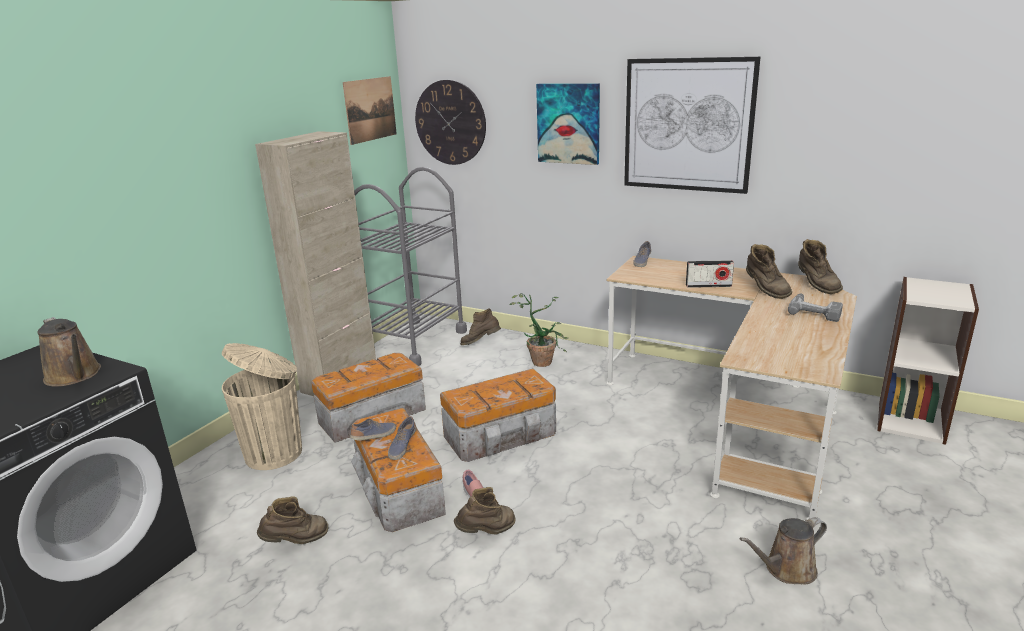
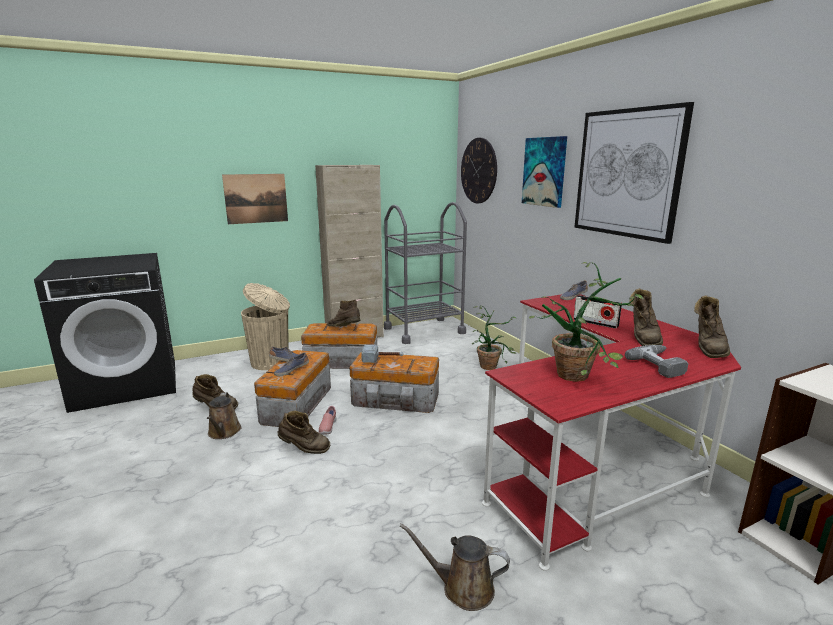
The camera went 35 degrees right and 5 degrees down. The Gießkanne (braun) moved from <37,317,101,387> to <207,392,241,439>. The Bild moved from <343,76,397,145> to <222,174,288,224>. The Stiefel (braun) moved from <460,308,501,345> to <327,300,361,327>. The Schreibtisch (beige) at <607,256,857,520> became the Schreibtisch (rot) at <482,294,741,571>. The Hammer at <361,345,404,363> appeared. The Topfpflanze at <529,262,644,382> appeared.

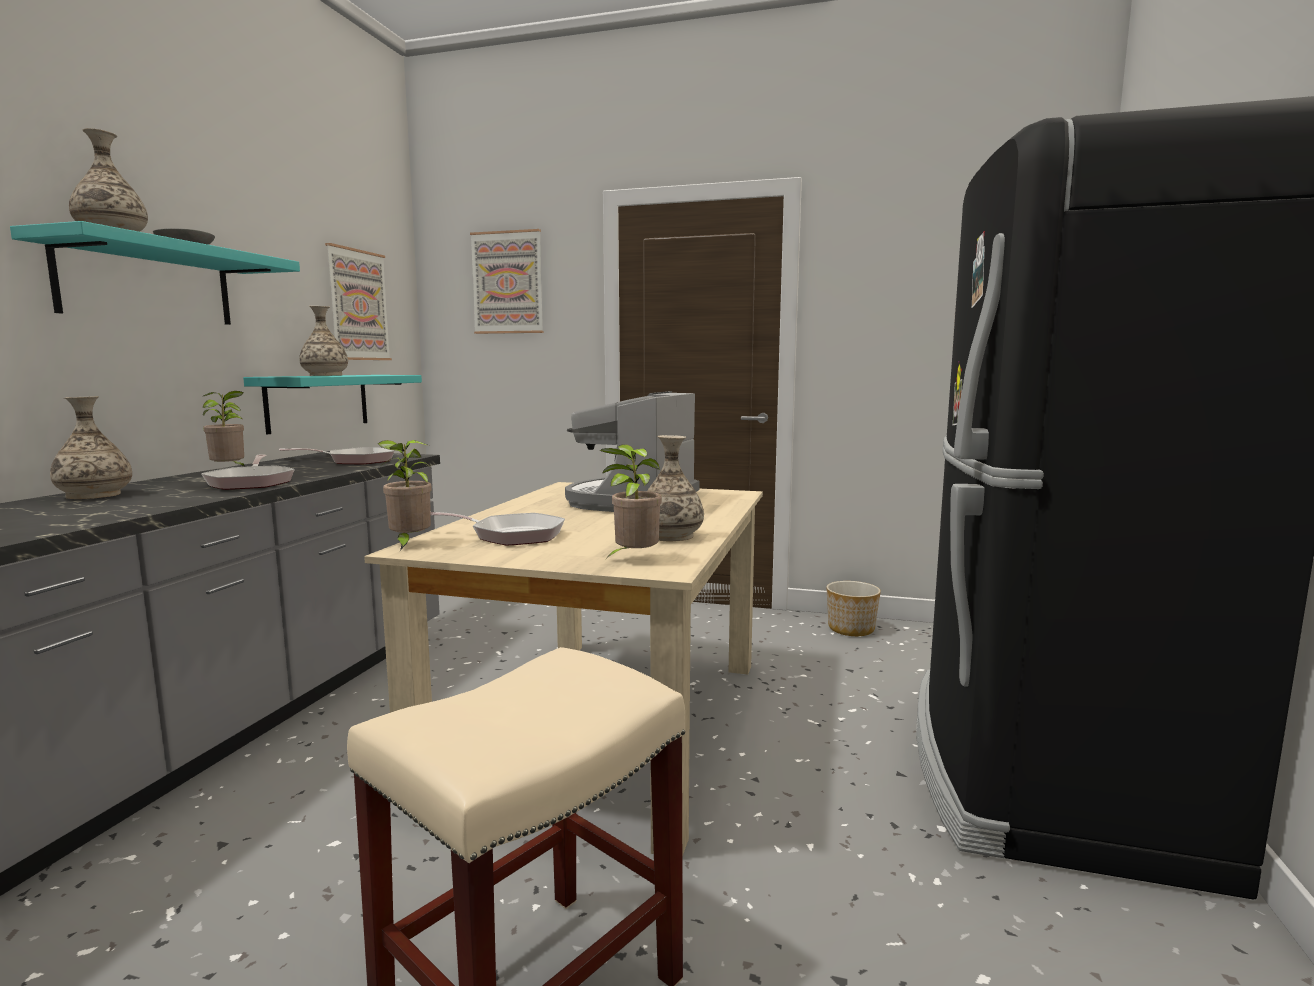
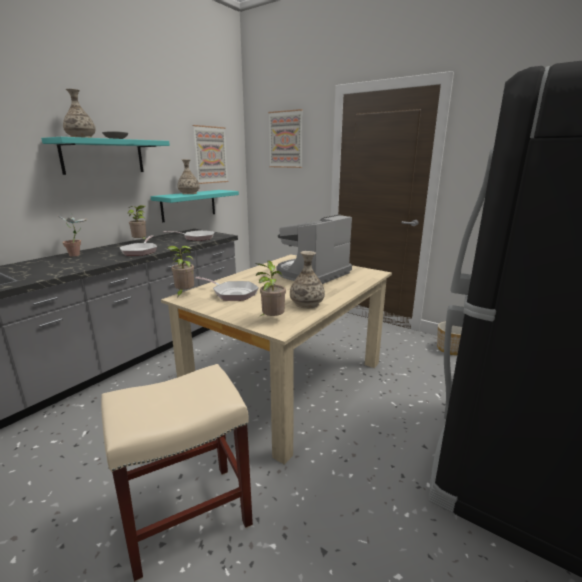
The camera went 20 degrees right and 10 degrees up. The Vase at <50,396,132,499> was replaced by the Topfpflanze at <58,213,86,257>.

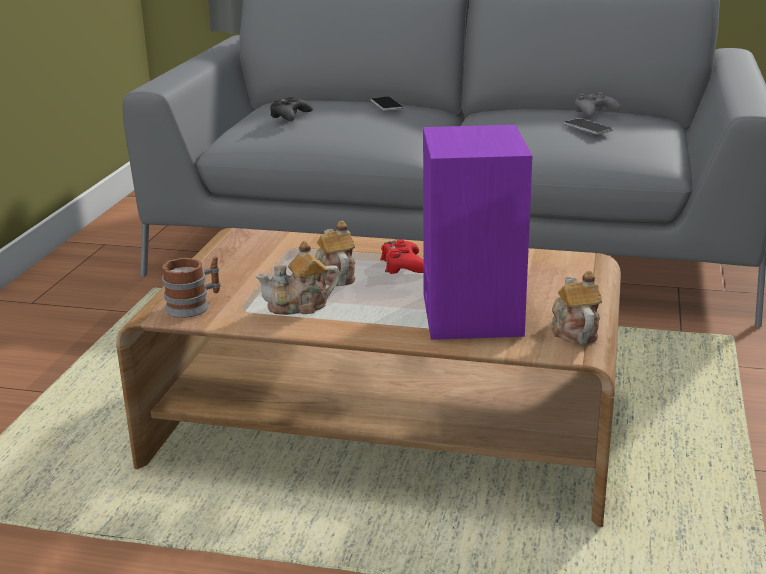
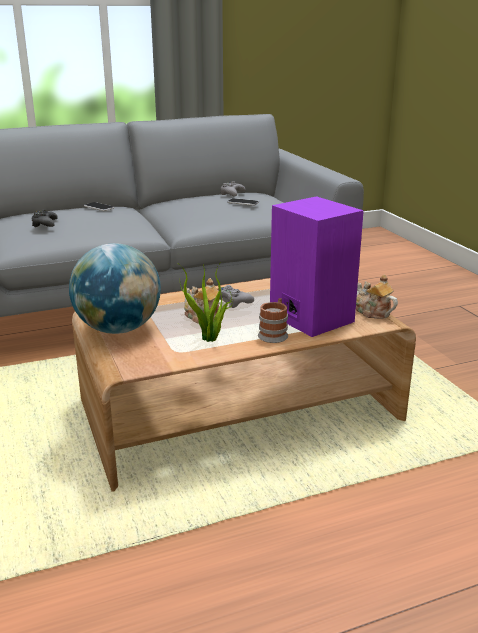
The camera went 35 degrees left and 0 degrees up. The Henkelbecher moved from <162,257,221,318> to <258,298,288,343>. The Teekanne at <255,241,340,315> was replaced by the Topfpflanze at <179,263,233,342>. The Gamepad (rot) at <380,239,423,274> became the Gamepad (grau) at <218,285,254,308>. The Globus at <69,243,161,334> appeared.

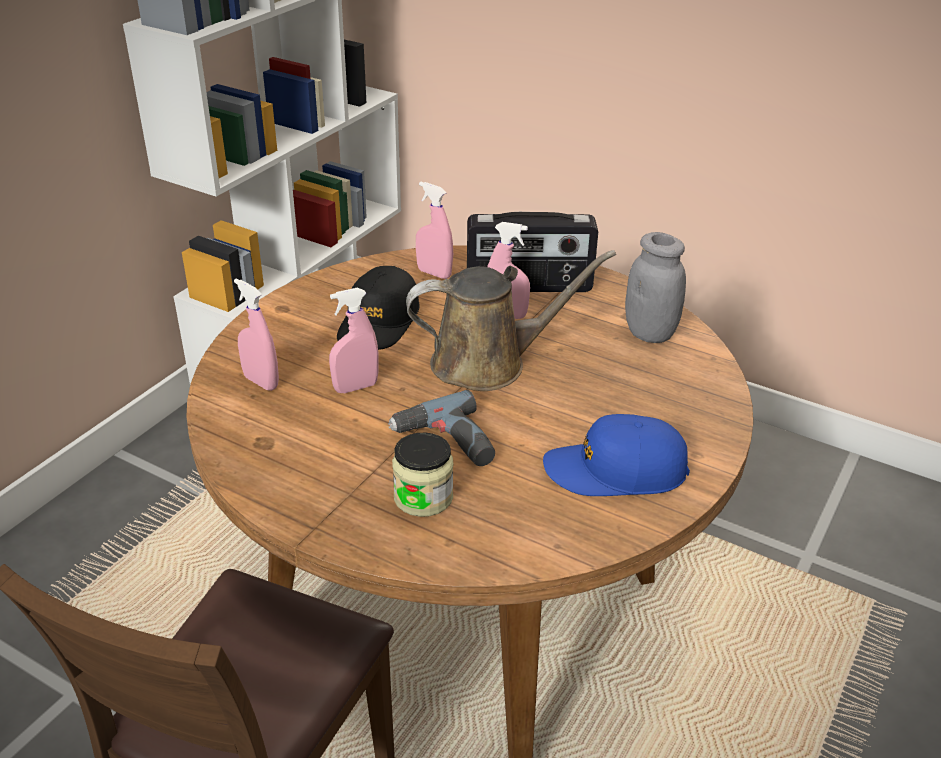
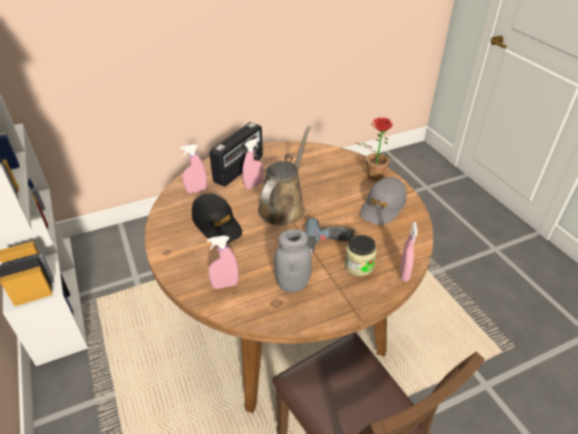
The camera went 55 degrees left and 5 degrees up. The Sprühflasche (rosa) moved from <329,288,378,393> to <400,222,418,282>. The Kappe (blau) at <543,414,690,496> became the Kappe (grau) at <360,177,407,225>. The Vorratsglas (grau) moved from <625,232,686,343> to <274,229,312,293>. The Topfpflanze at <356,118,398,180> appeared.

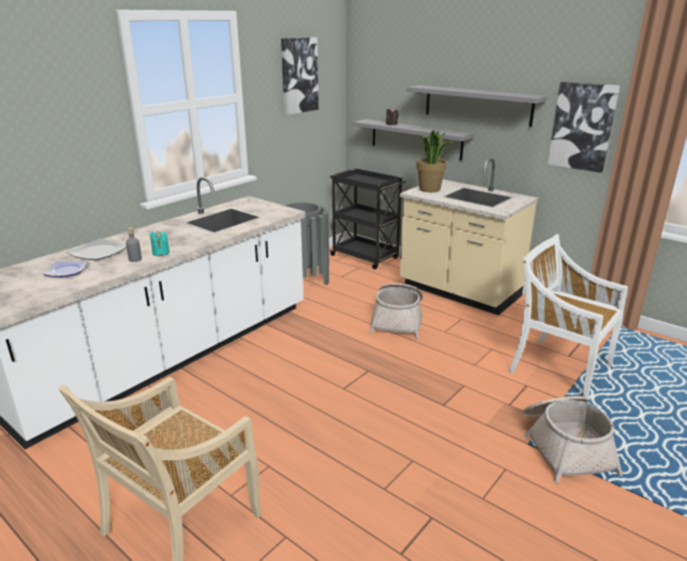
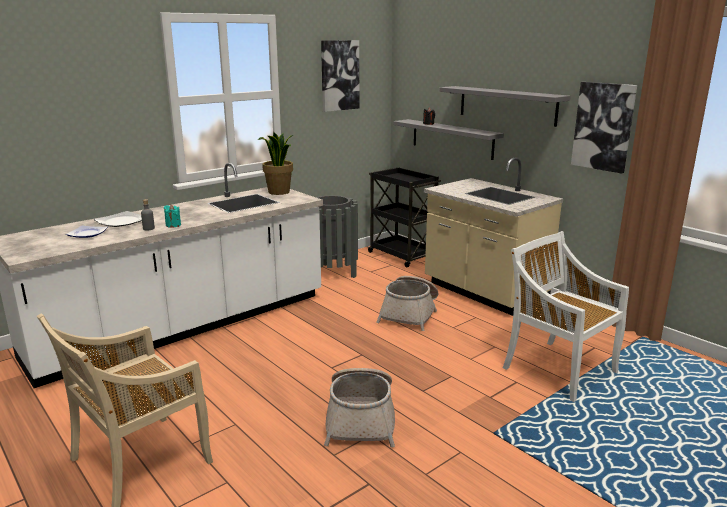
The camera went 10 degrees right and 5 degrees down. The Topfpflanze moved from <416,130,452,192> to <258,132,293,195>. The Korb moved from <523,396,623,484> to <324,368,395,448>.

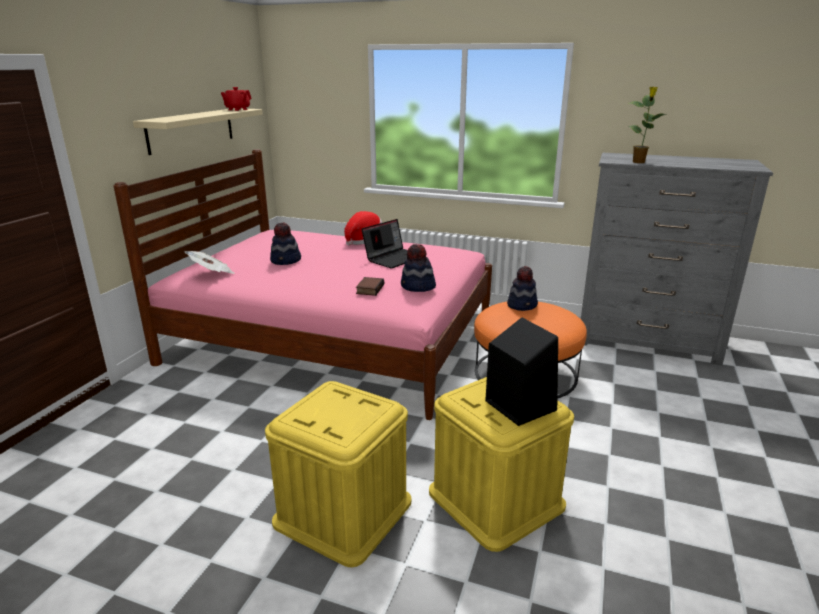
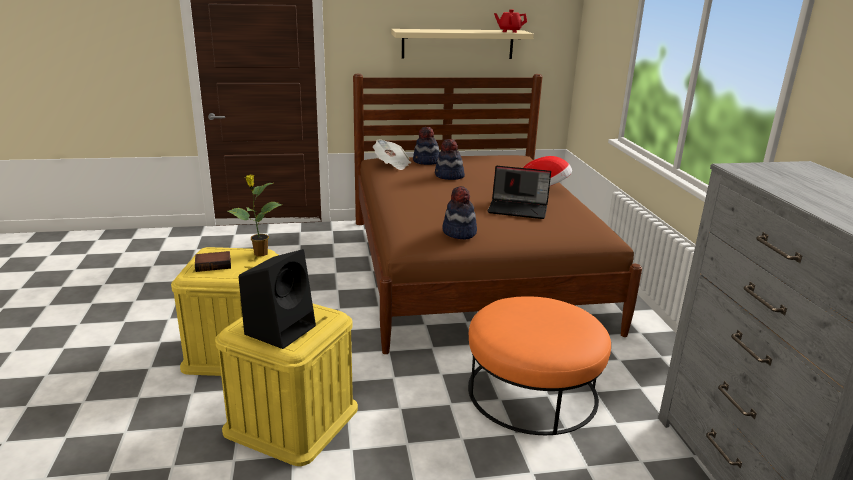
The camera went 60 degrees right and 0 degrees up. The Bett (rosa) at <114,149,492,420> became the Bett (braun) at <353,74,642,354>. The Buch moved from <356,277,384,296> to <195,251,231,272>. The Hut moved from <507,266,538,311> to <413,127,440,165>. The Topfpflanze moved from <628,87,666,163> to <227,174,282,257>.

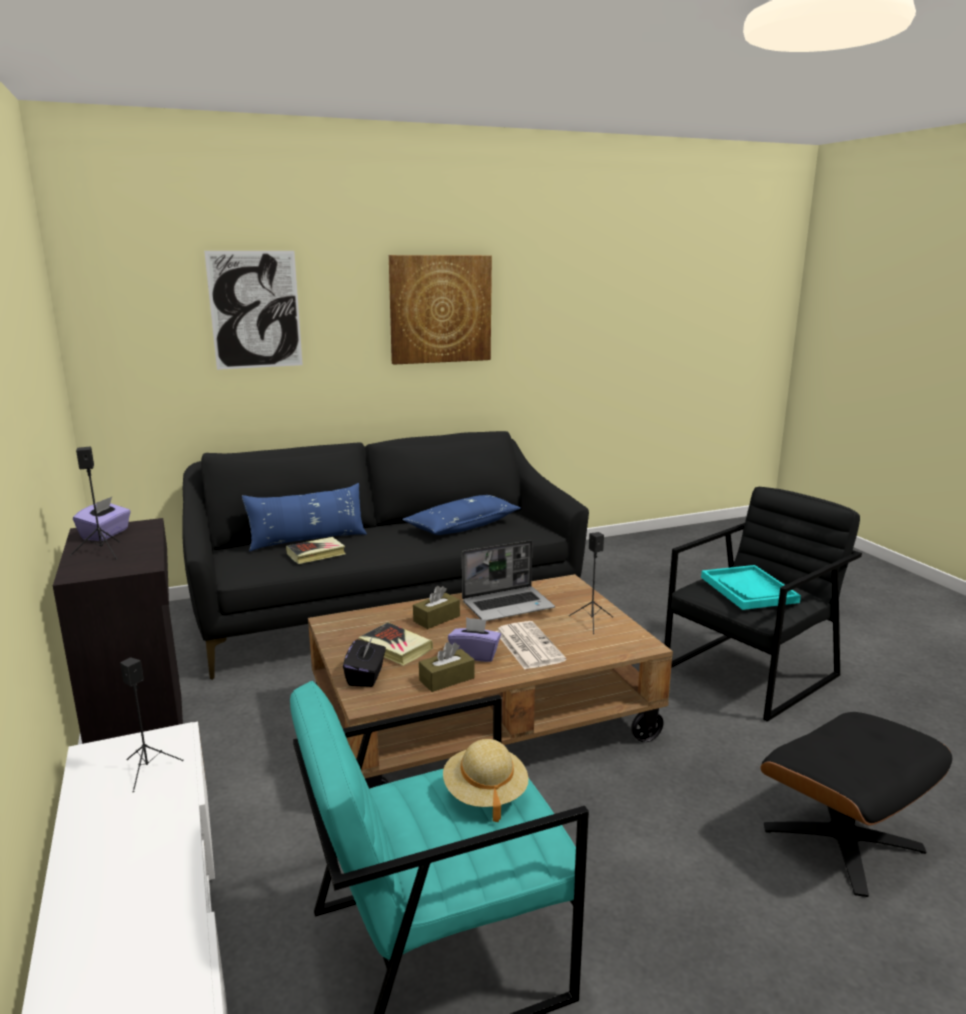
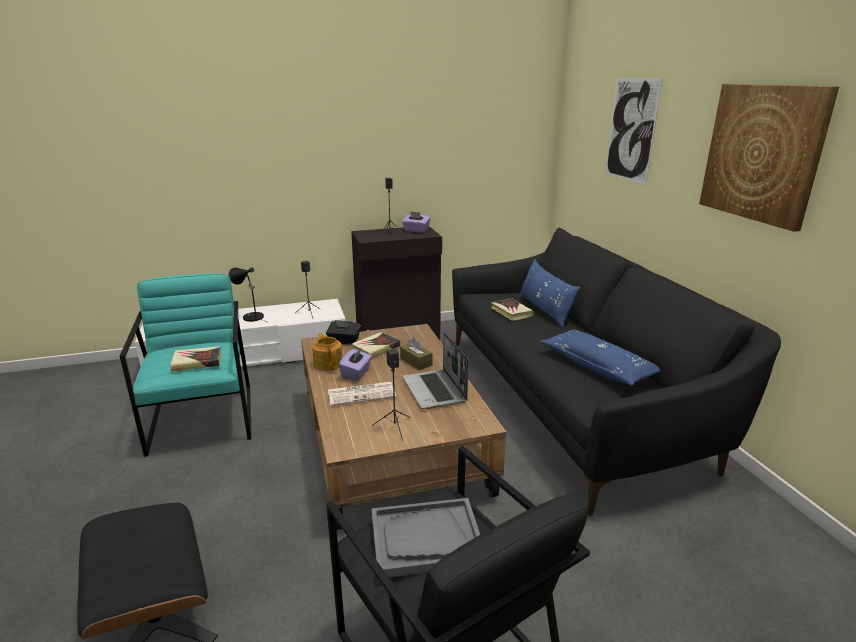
The camera went 95 degrees right and 5 degrees up. The Taschentuchbox (braun) at <419,642,475,692> was replaced by the Teekanne at <312,333,342,371>. The Hut (beige) at <443,739,529,822> was replaced by the Buch at <170,346,221,372>. The Tablett (türkis) at <701,565,801,610> became the Tablett (grau) at <372,498,480,577>. The Tischlampe (schwarz) at <229,267,267,322> appeared.

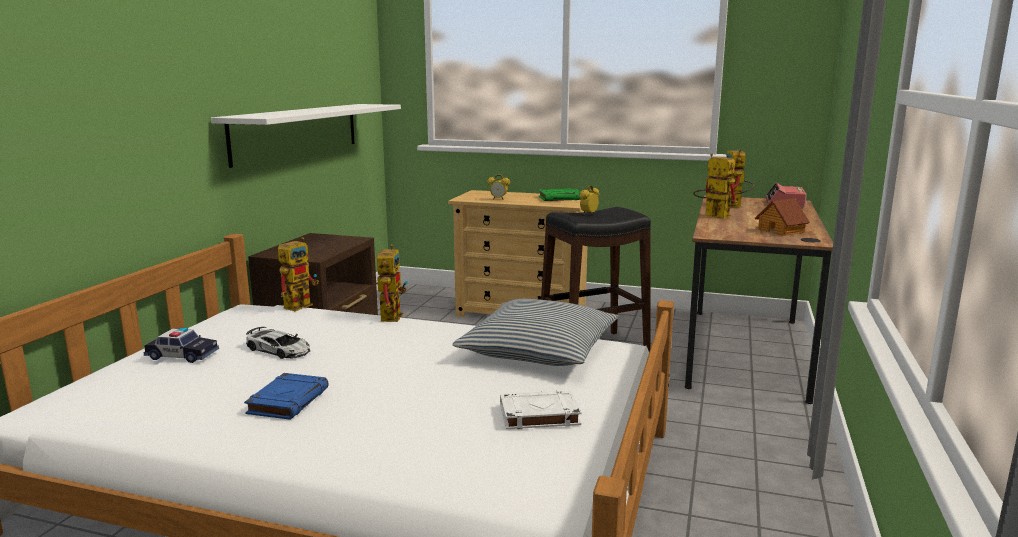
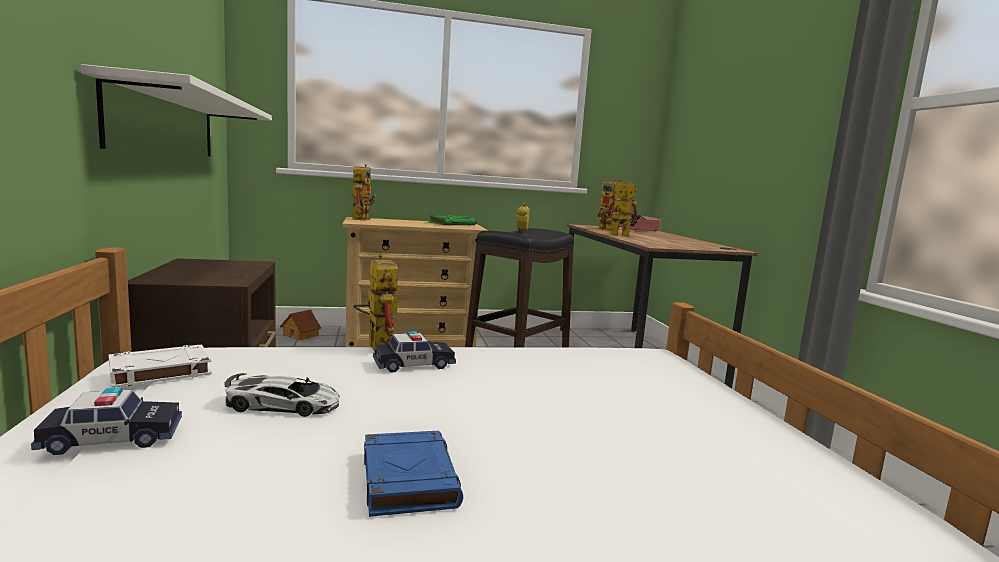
The camera went 30 degrees left and 5 degrees down. The Spielzeugroboter moved from <278,237,319,311> to <352,164,376,220>. The Kissen at <452,299,618,366> disappeared. The Wecker at <487,175,510,200> disappeared. The Buch (weiß) moved from <500,390,582,429> to <108,344,212,388>. The Spielzeughaus moved from <755,198,810,236> to <280,310,321,341>. The Spielzeugauto at <373,331,456,373> appeared.

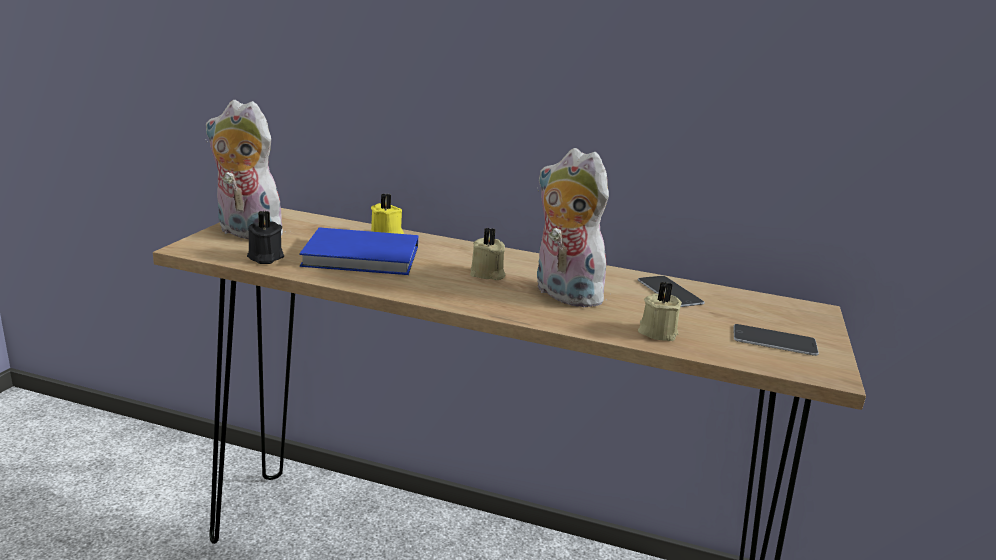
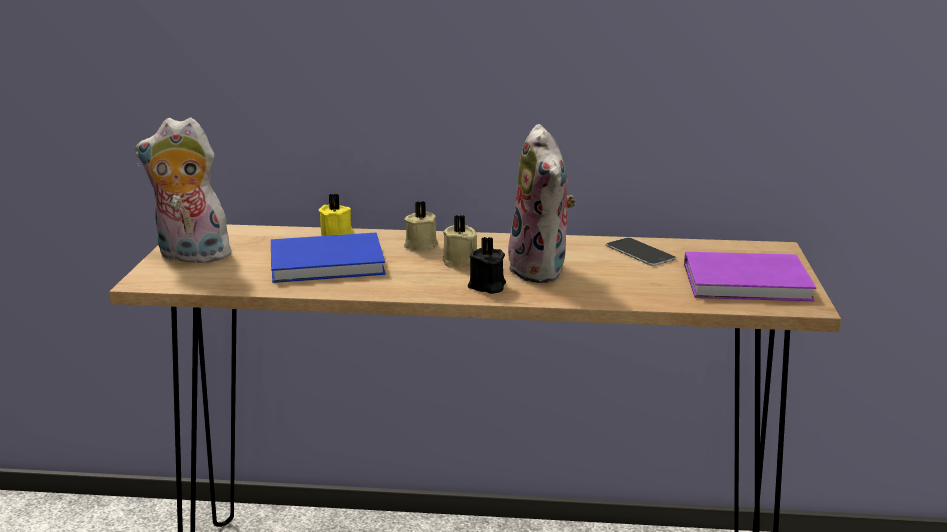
The camera went 10 degrees left and 0 degrees up. The Kerze (schwarz) moved from <247,211,284,264> to <468,237,506,294>. The Plüschtier at <537,148,609,307> turned 135 degrees counterclockwise. The Kerze (beige) moved from <638,282,682,341> to <404,201,438,251>. The Handy at <734,324,819,356> was replaced by the Buch (lila) at <684,252,816,301>.

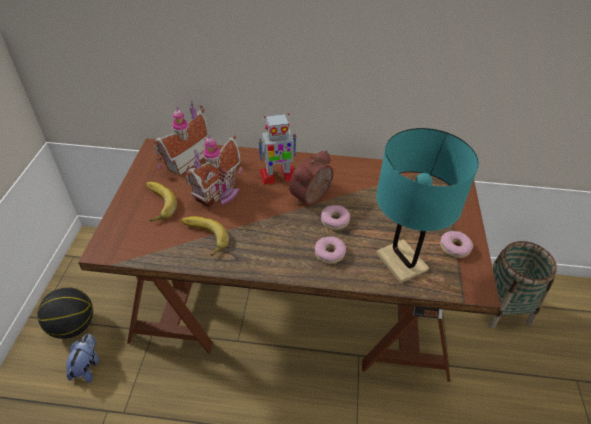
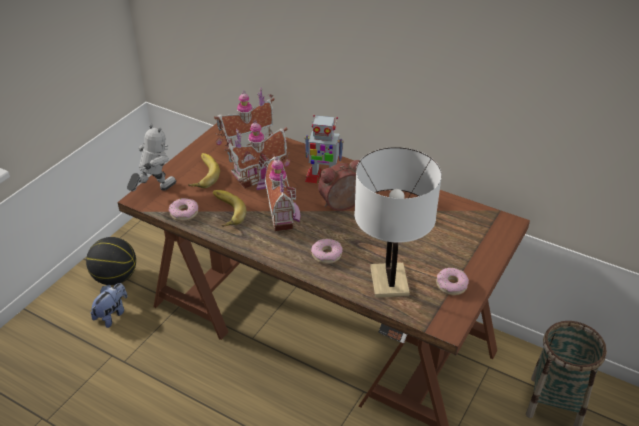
The camera went 25 degrees right and 5 degrees down. The Donut moved from <321,205,350,230> to <169,198,198,221>. The Tischlampe (türkis) at <376,128,479,283> became the Tischlampe (weiß) at <354,147,442,298>. The Spielzeugroboter at <127,124,176,191> appeared. The Spielzeughaus at <265,154,301,231> appeared.

